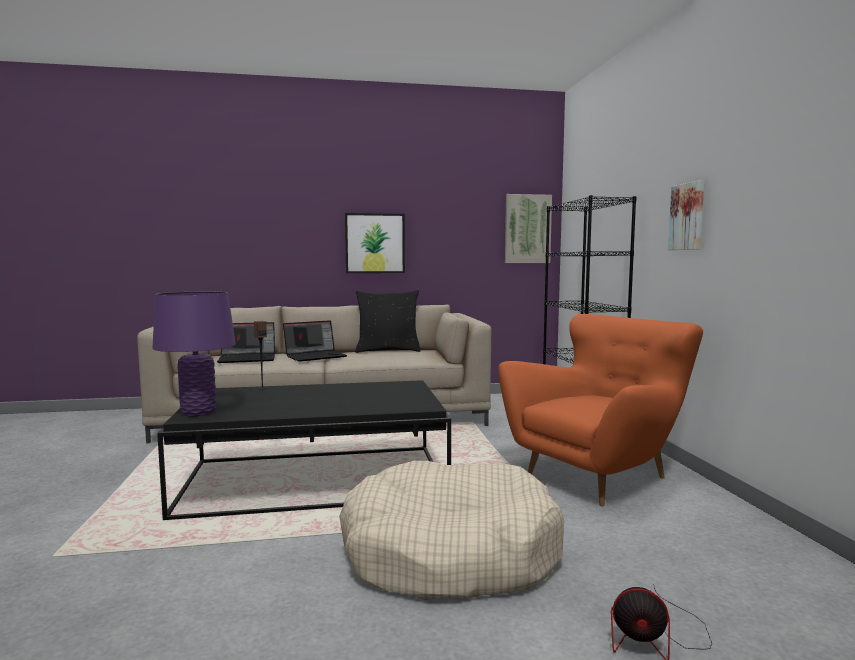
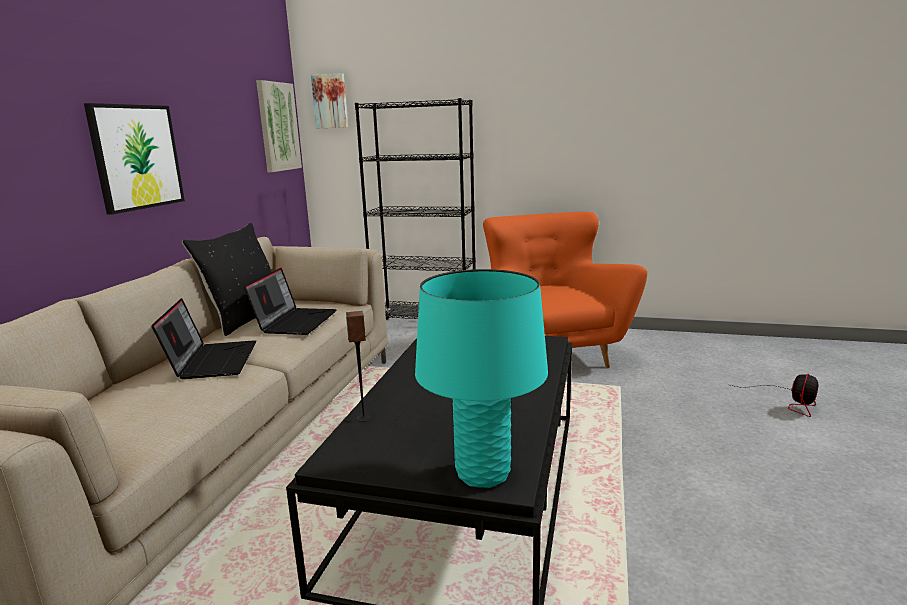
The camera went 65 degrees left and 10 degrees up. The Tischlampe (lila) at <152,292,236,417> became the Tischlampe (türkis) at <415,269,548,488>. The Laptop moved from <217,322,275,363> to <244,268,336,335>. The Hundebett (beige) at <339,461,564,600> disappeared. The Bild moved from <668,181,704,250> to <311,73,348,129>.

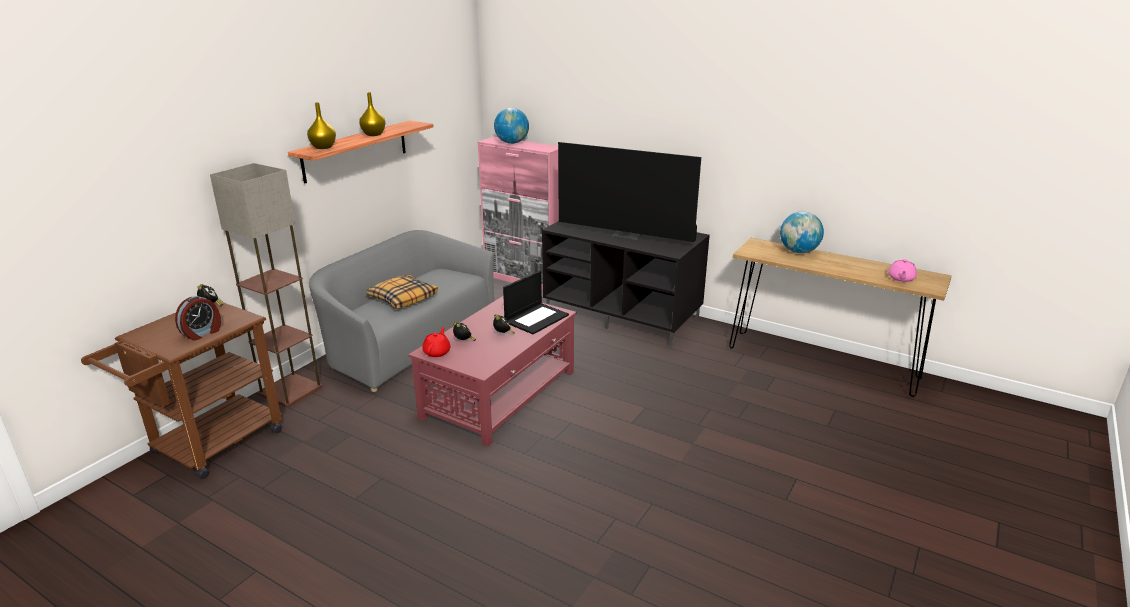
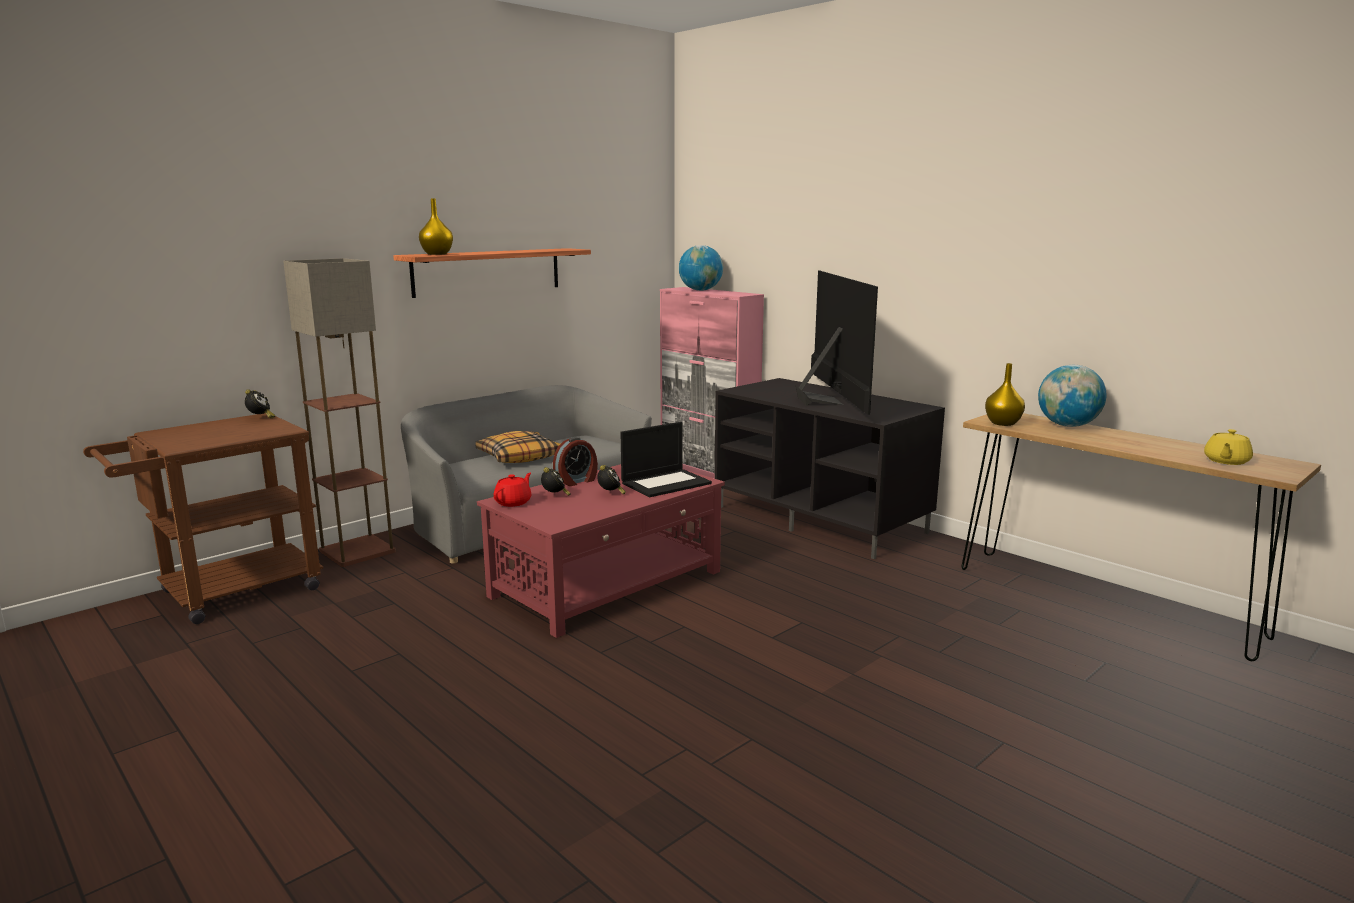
The camera went 15 degrees right and 10 degrees down. The Wecker moved from <175,296,221,341> to <553,437,598,486>. The Vase (gelb) moved from <359,92,386,136> to <985,363,1025,426>. The Fernseher at <558,142,701,242> turned 135 degrees counterclockwise. The Teekanne (rosa) at <888,259,917,282> became the Teekanne (gelb) at <1204,429,1253,465>.

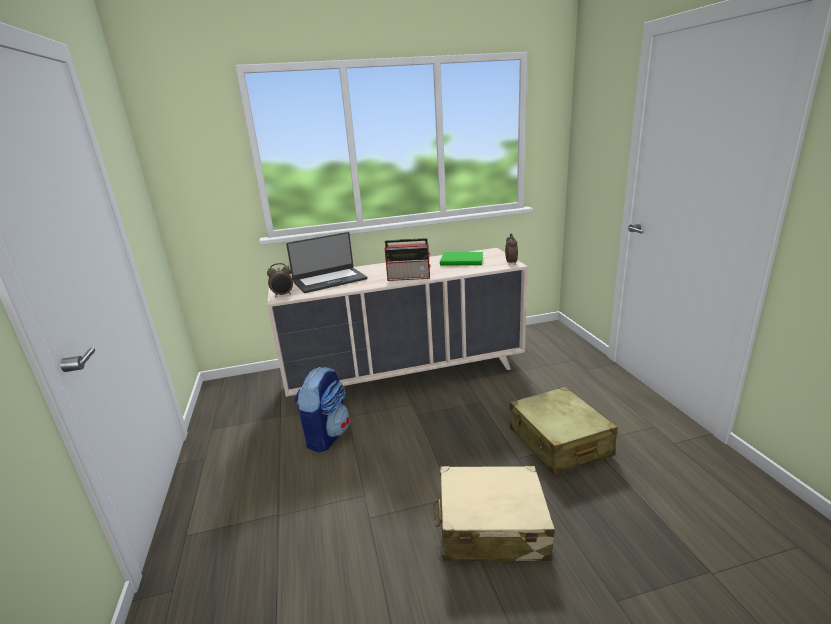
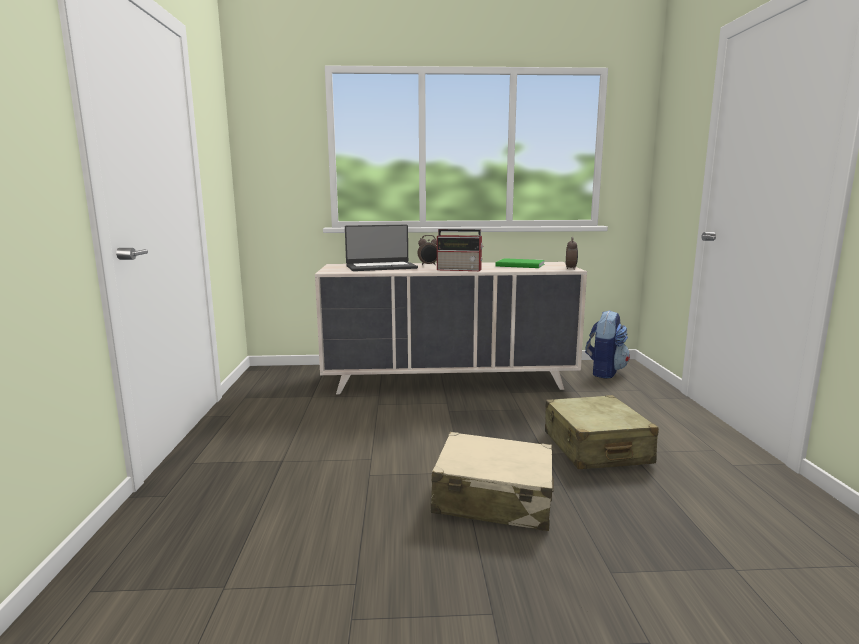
The camera went 10 degrees right and 10 degrees down. The Wecker moved from <267,263,293,297> to <418,235,437,266>. The Rucksack moved from <295,367,350,453> to <585,310,630,379>.

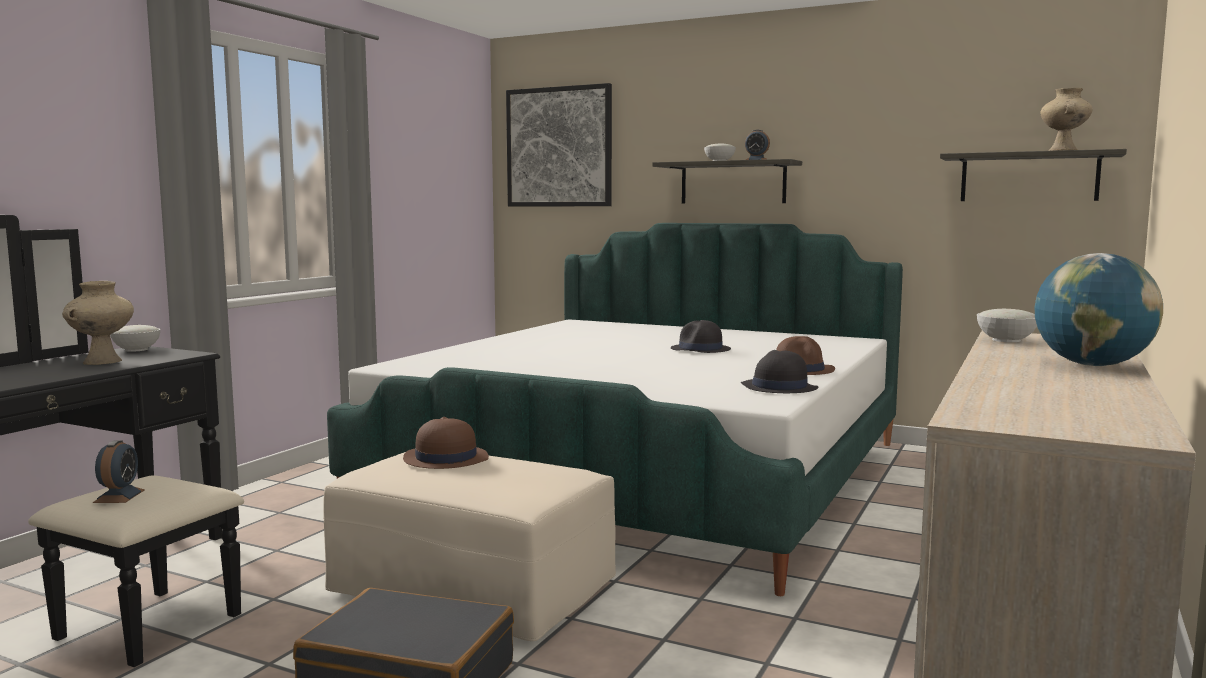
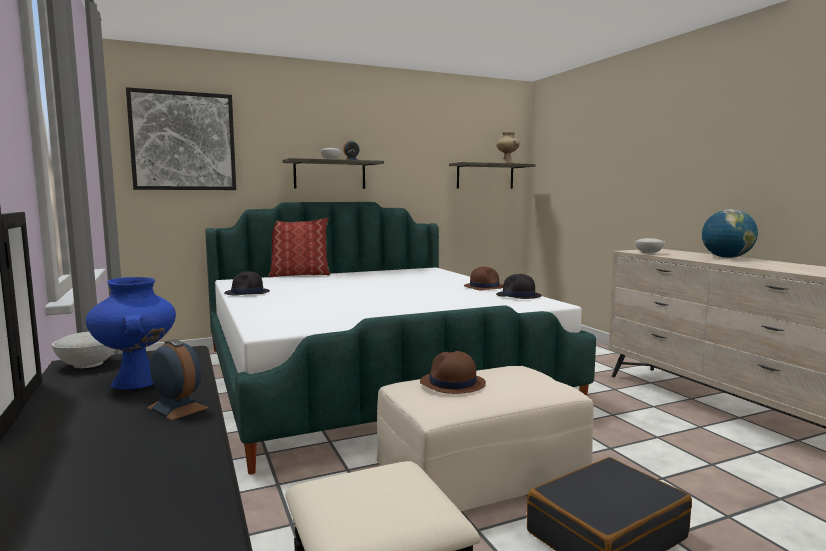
The camera went 50 degrees left and 0 degrees up. The Vase (beige) at <62,281,134,365> became the Vase (blau) at <86,277,176,390>. The Wecker moved from <93,440,145,503> to <147,339,209,421>. The Hut (schwarz) moved from <671,320,731,353> to <224,271,270,296>. The Kissen at <268,218,330,277> appeared.

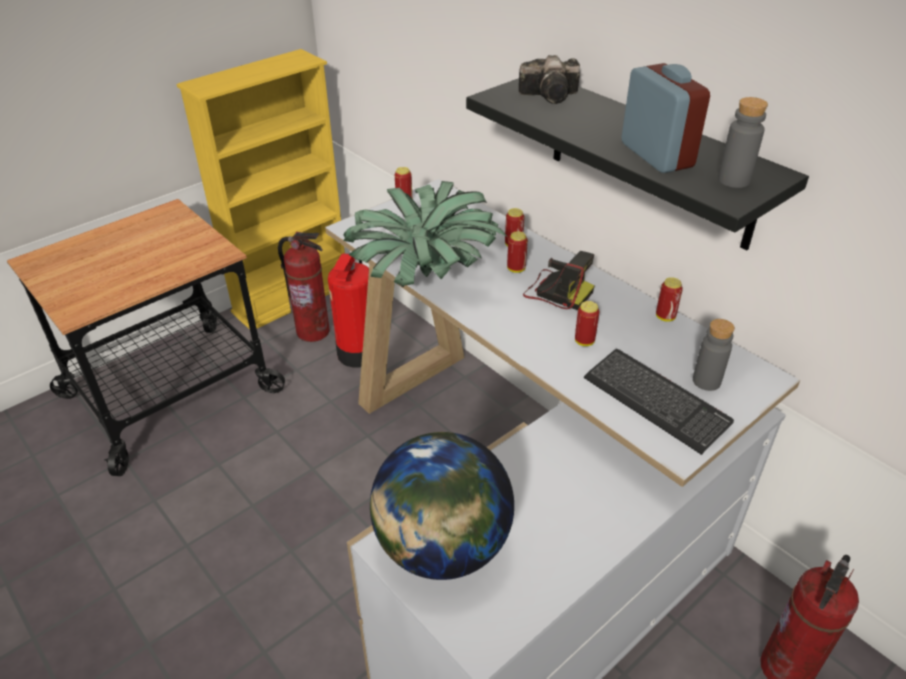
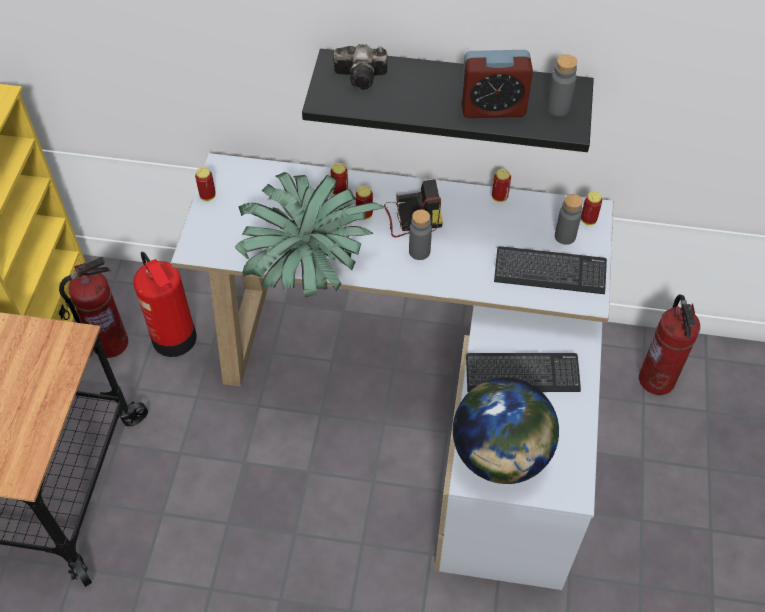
The camera went 40 degrees left and 15 degrees up. The Kamera at <519,55,580,104> turned 45 degrees clockwise. The Dose moved from <575,301,599,346> to <581,191,602,225>. The Wecker at <621,63,710,173> turned 150 degrees clockwise. The Flasche (grau) at <409,209,432,260> appeared. The Tastatur at <466,353,581,392> appeared.

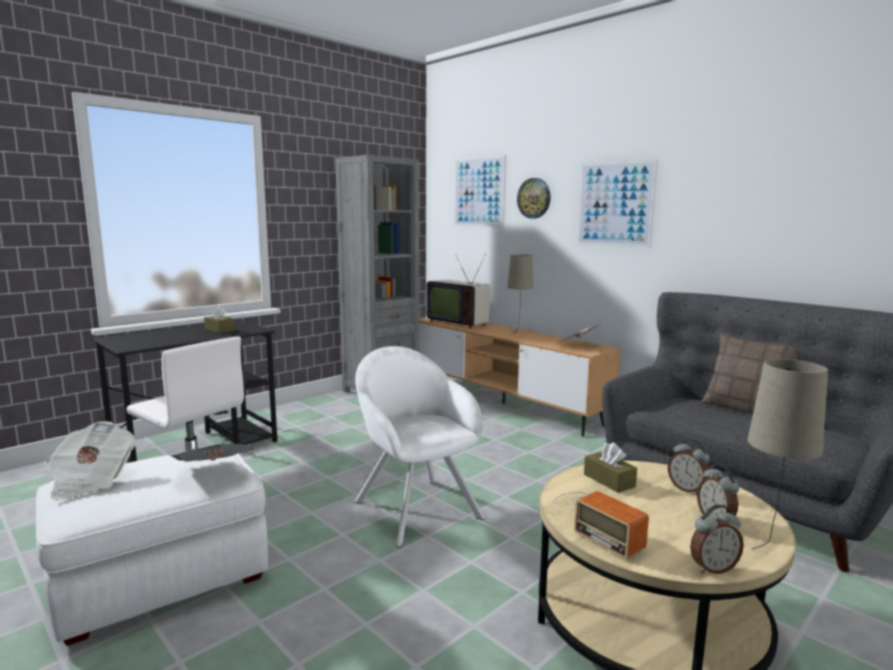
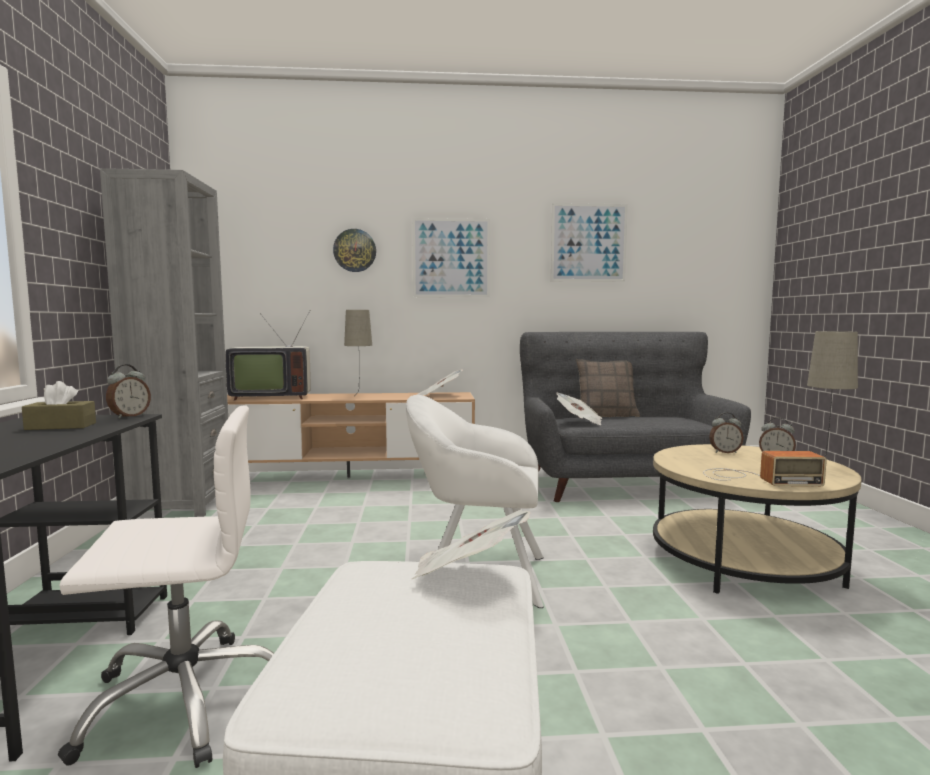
The camera went 50 degrees left and 5 degrees down. The Zeitung moved from <46,421,136,500> to <556,393,602,425>. The Bild moved from <454,155,506,227> to <551,203,628,282>. The Taschentuchbox (braun) at <584,442,637,493> disappeared. The Wecker moved from <690,505,744,574> to <106,364,151,419>.

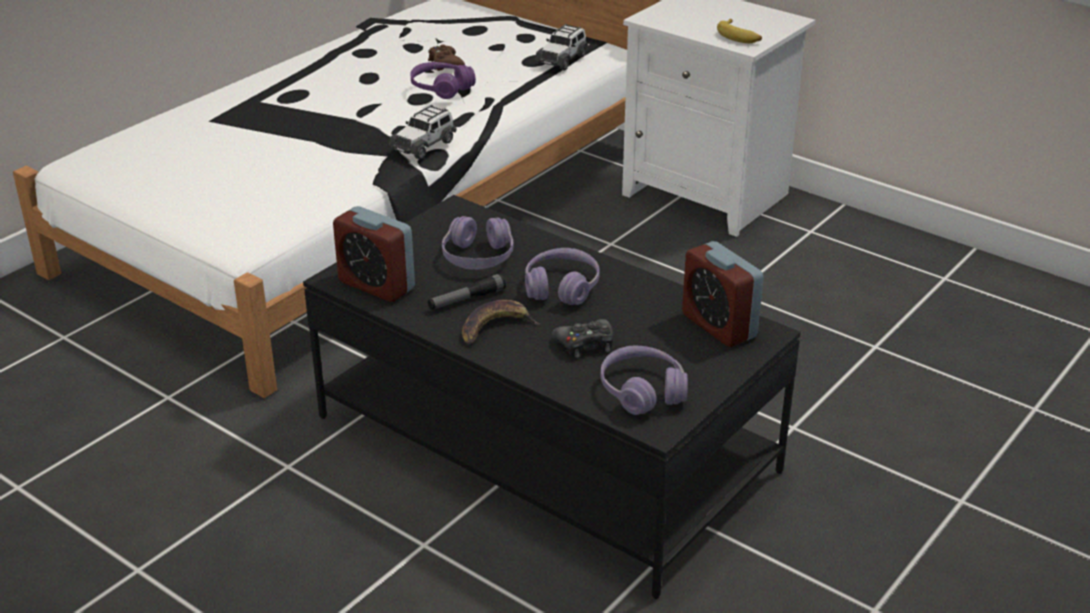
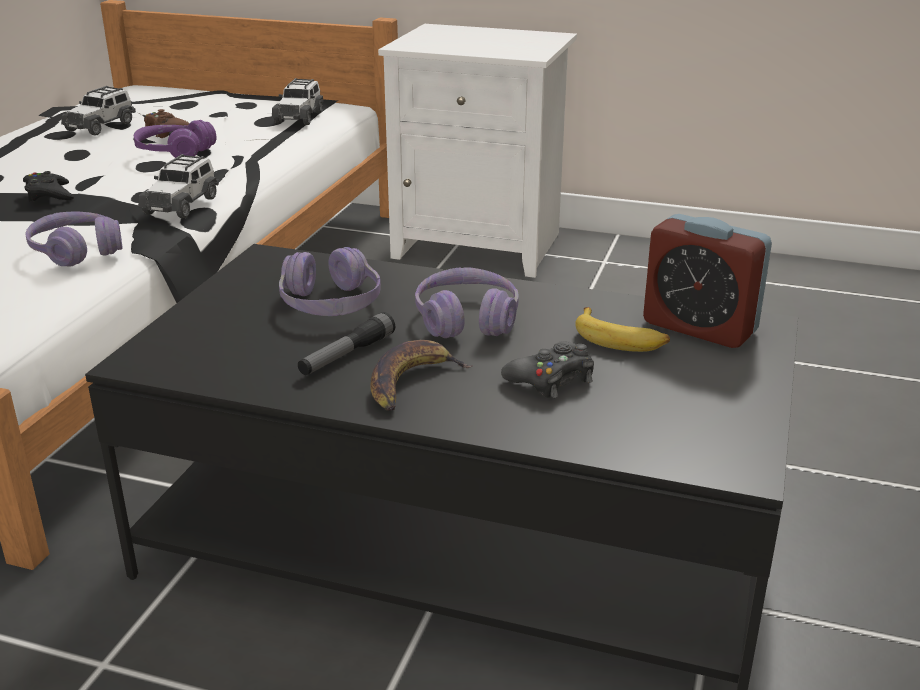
The camera went 20 degrees left and 5 degrees down. The Wecker at <333,206,415,302> disappeared. The Kopfhörer (lila) moved from <601,345,688,415> to <25,212,122,267>. The Banane moved from <717,19,762,43> to <575,307,670,352>. The Gamepad (schwarz) at <23,171,74,201> appeared. The Spielzeugauto at <61,86,136,135> appeared.

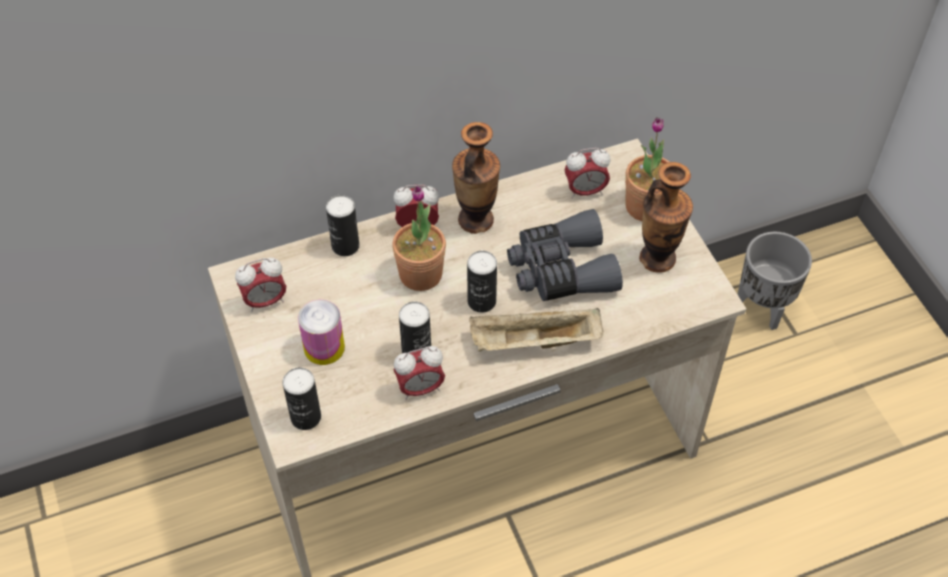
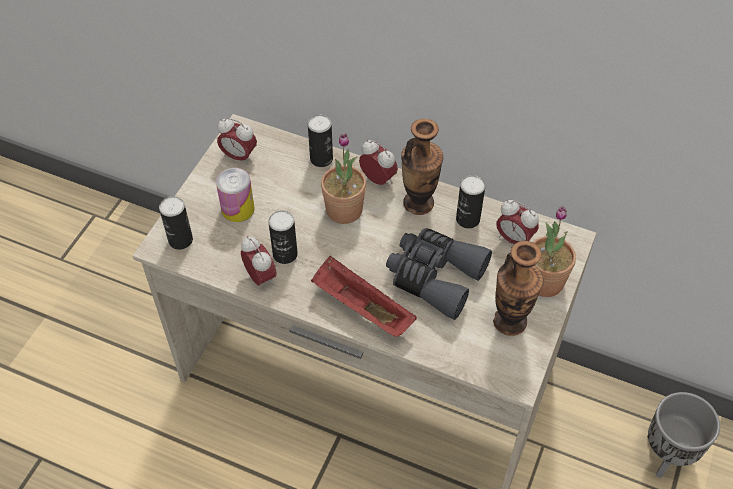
The camera went 45 degrees right and 0 degrees up. The Wecker at <394,346,445,400> turned 150 degrees counterclockwise. The Dose moved from <467,251,497,313> to <456,175,485,229>. The Tablett (beige) at <469,308,603,352> became the Tablett (rot) at <311,256,417,337>.

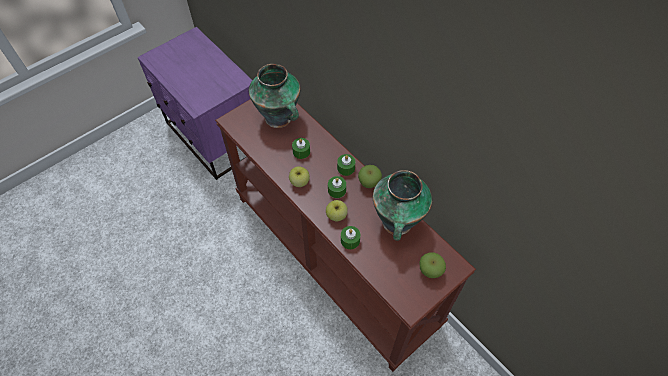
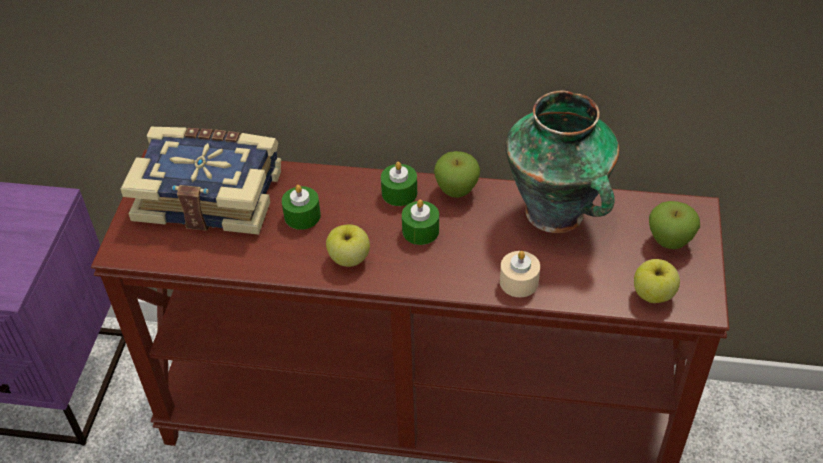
The camera went 40 degrees left and 10 degrees down. The Vase at <249,64,300,128> was replaced by the Buch at <120,127,281,235>. The Apfel moved from <326,200,348,221> to <634,259,680,303>. The Kerze (grün) at <341,226,360,249> became the Kerze (beige) at <500,251,540,297>.

